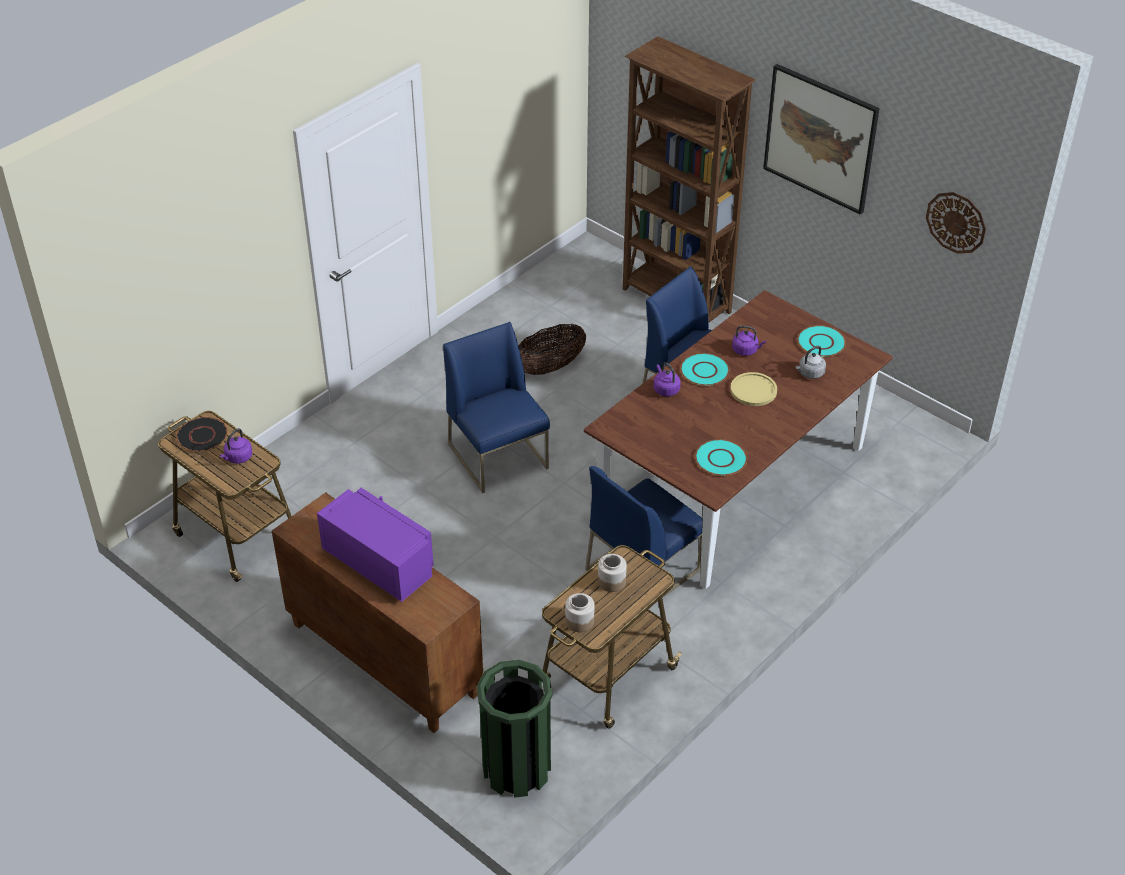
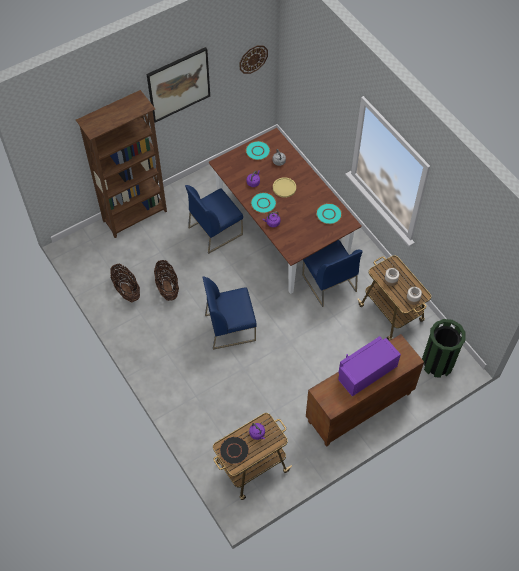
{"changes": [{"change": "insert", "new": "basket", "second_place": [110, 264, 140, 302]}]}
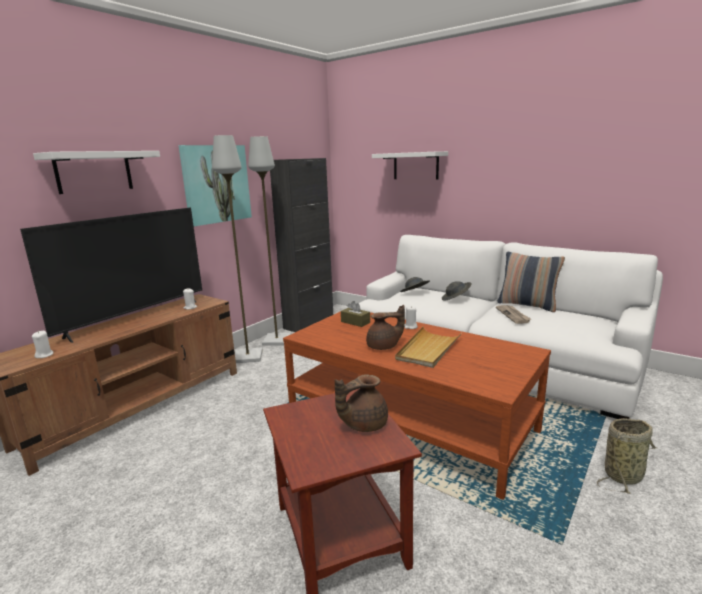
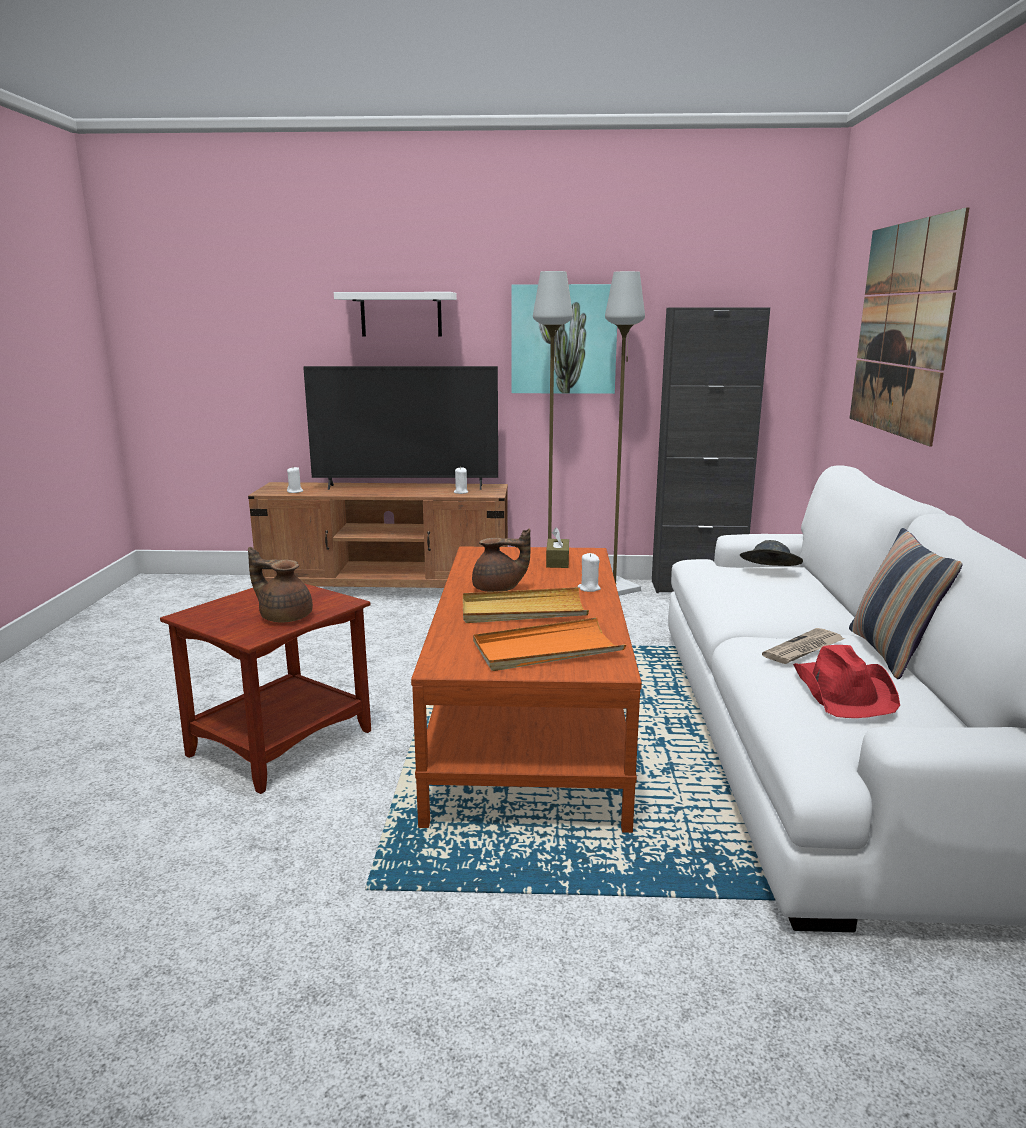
{"changes": [{"change": "replace", "old": "white shelf", "new": "picture", "first_place": [372, 151, 448, 179], "second_place": [849, 207, 970, 446]}, {"change": "delete", "old": "grey hat", "first_place": [442, 281, 472, 301]}, {"change": "rotate", "old": "brown teapot", "first_place": [366, 305, 405, 350], "second_place": [472, 529, 531, 592], "degrees": -45}, {"change": "delete", "old": "basket", "first_place": [597, 418, 657, 494]}, {"change": "insert", "new": "orange tray", "second_place": [473, 617, 626, 671]}, {"change": "insert", "new": "red hat", "second_place": [793, 645, 900, 718]}]}
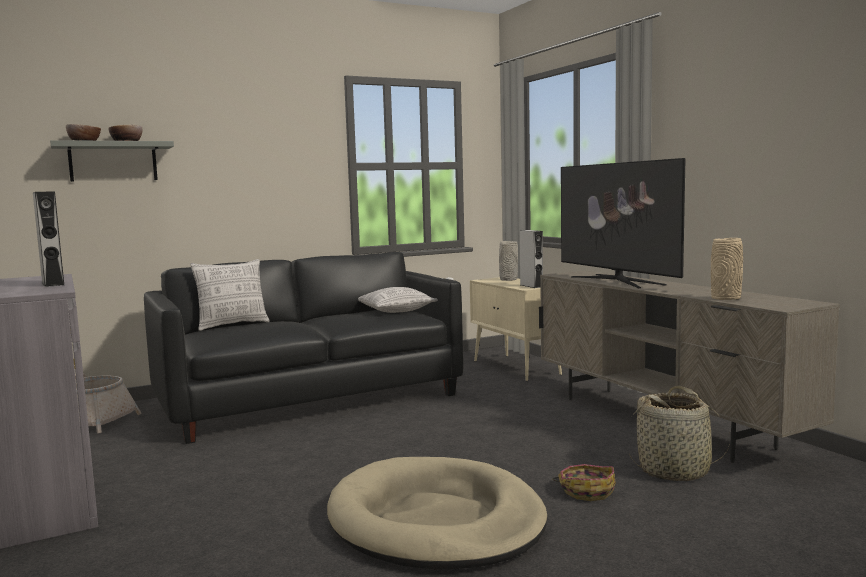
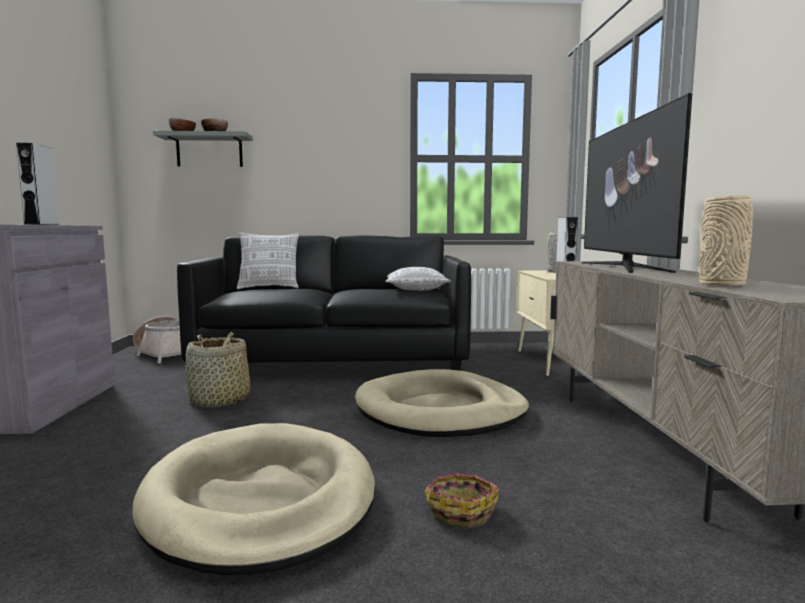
{"changes": [{"change": "move", "old": "basket", "first_place": [629, 386, 730, 481], "second_place": [185, 331, 251, 408]}, {"change": "insert", "new": "beige dog bed", "second_place": [355, 369, 529, 437]}]}
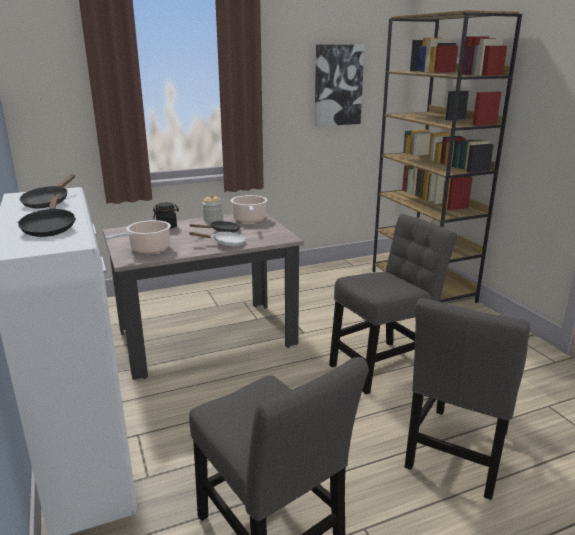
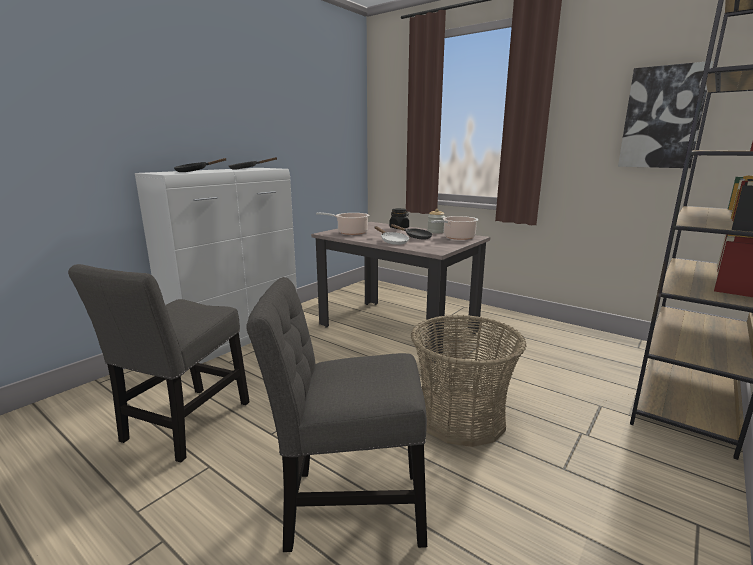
{"changes": [{"change": "replace", "old": "grey chair", "new": "basket", "first_place": [329, 214, 457, 394], "second_place": [411, 315, 527, 447]}]}
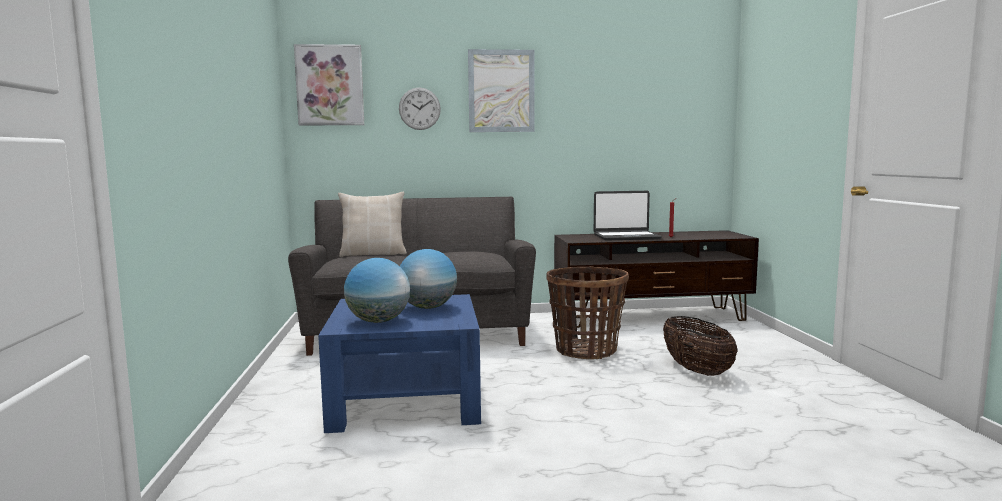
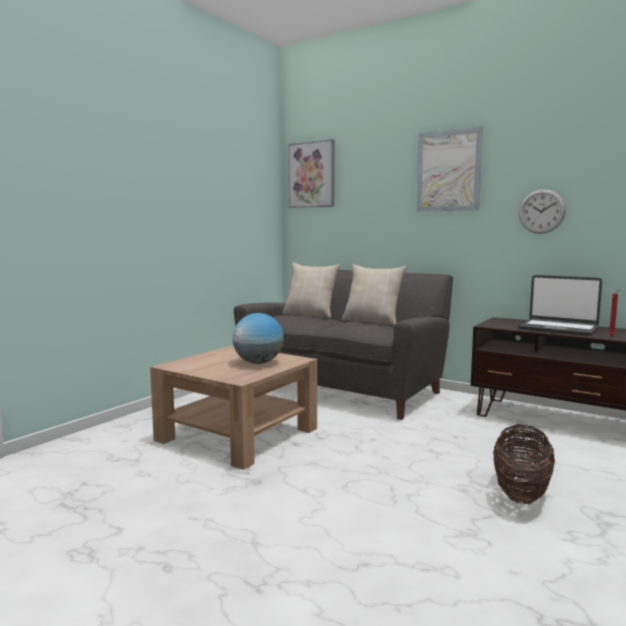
{"changes": [{"change": "move", "old": "wall clock", "first_place": [399, 88, 441, 130], "second_place": [519, 189, 566, 234]}, {"change": "delete", "old": "globe", "first_place": [344, 258, 410, 323]}, {"change": "delete", "old": "basket", "first_place": [547, 266, 629, 359]}, {"change": "recolor", "old": "blue coffee table", "new": "brown coffee table", "first_place": [318, 294, 481, 433], "second_place": [150, 346, 317, 470]}, {"change": "insert", "new": "beige pillow", "second_place": [342, 264, 407, 326]}]}
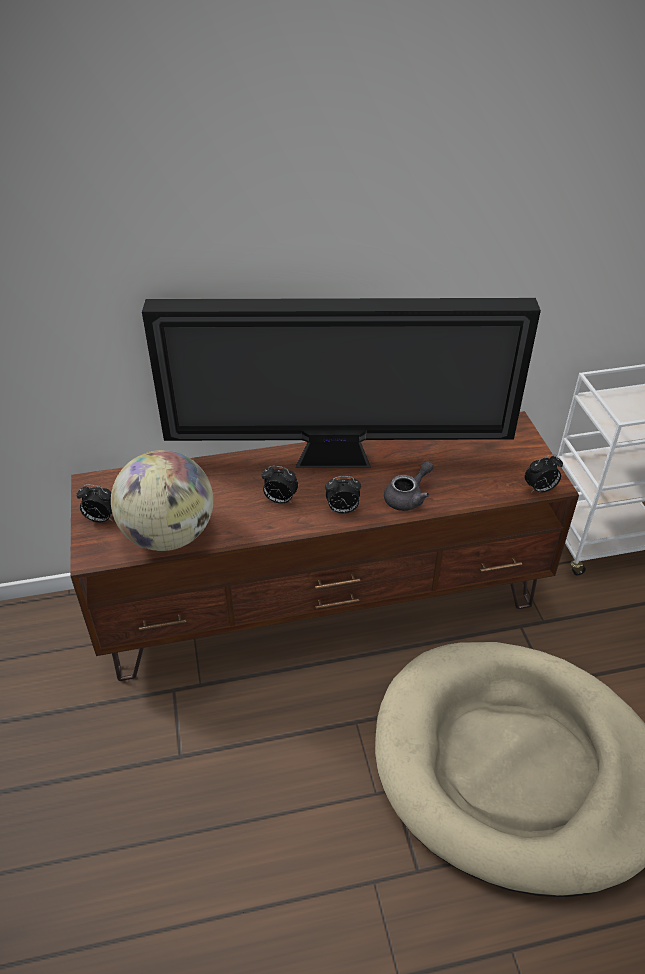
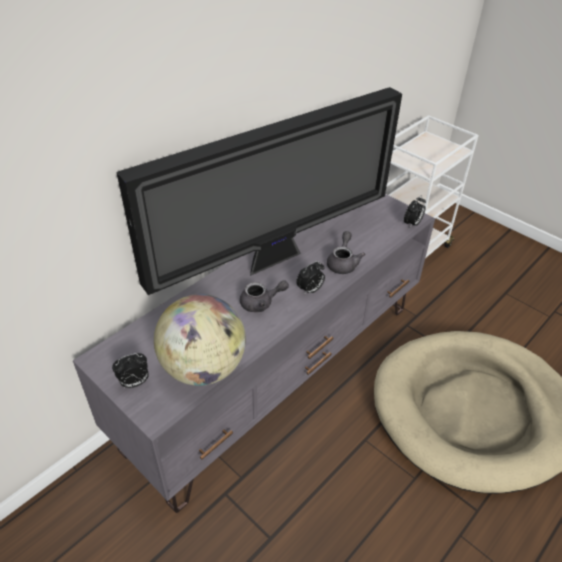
{"changes": [{"change": "recolor", "old": "brown tv stand", "new": "grey tv stand", "first_place": [70, 411, 579, 681], "second_place": [73, 194, 435, 513]}, {"change": "replace", "old": "alarm clock", "new": "grey teapot", "first_place": [261, 466, 298, 503], "second_place": [240, 280, 289, 312]}]}
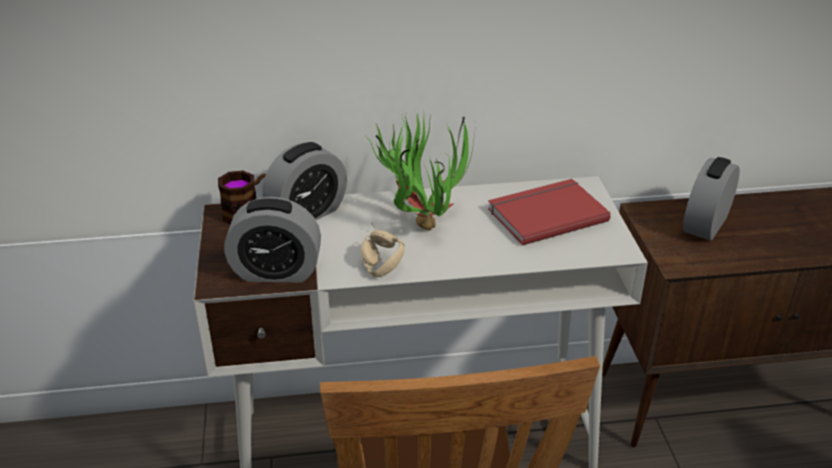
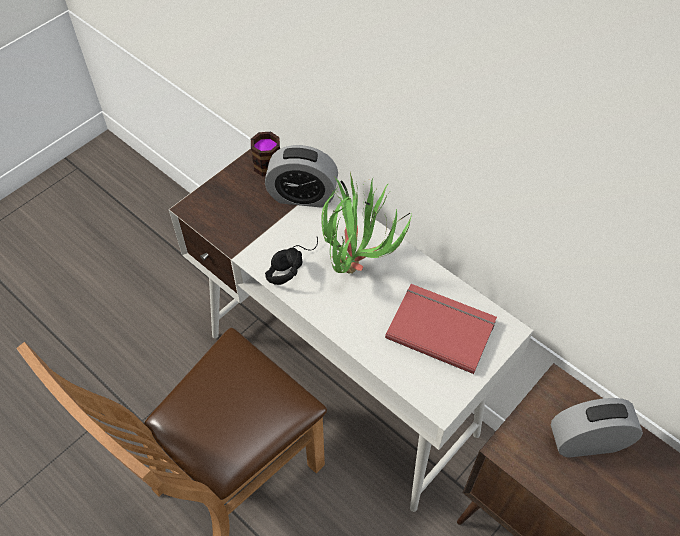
{"changes": [{"change": "delete", "old": "alarm clock", "first_place": [224, 197, 321, 283]}, {"change": "recolor", "old": "beige headphones", "new": "black headphones", "first_place": [361, 222, 405, 277], "second_place": [265, 237, 318, 285]}]}
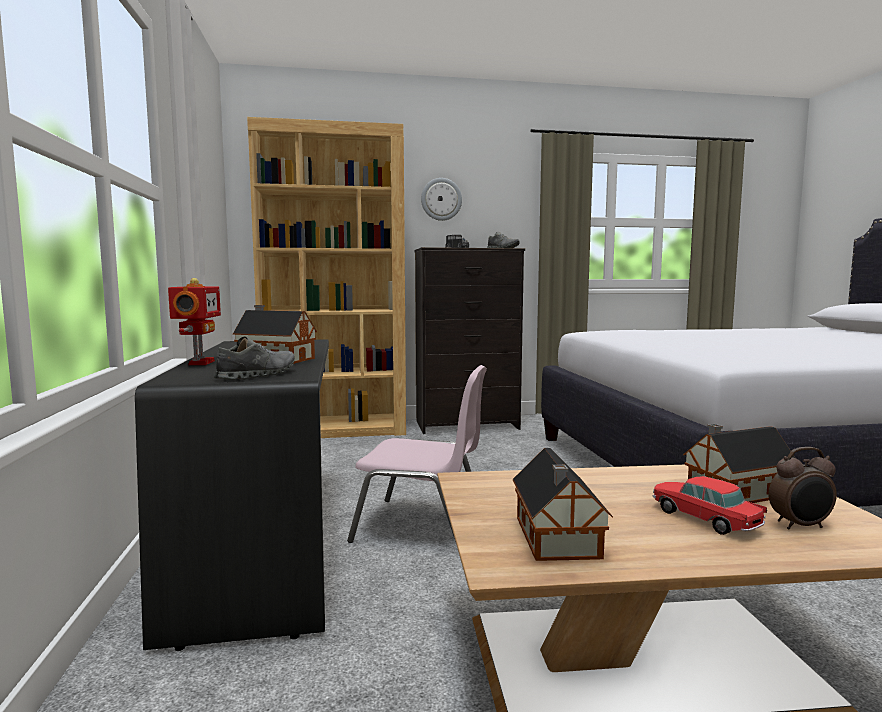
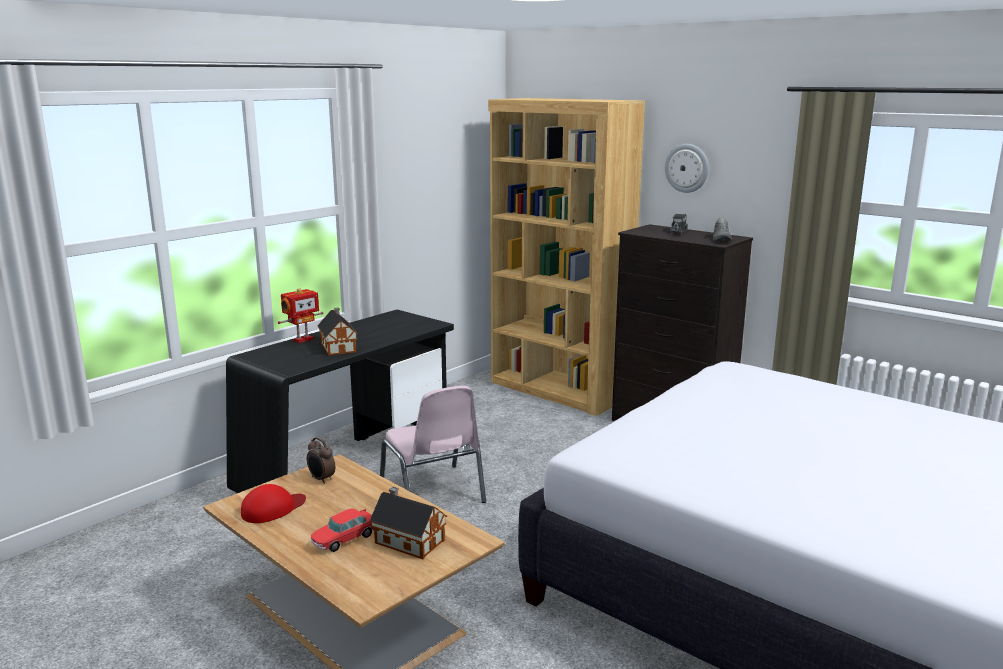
{"changes": [{"change": "delete", "old": "grey shoe", "first_place": [214, 336, 295, 380]}, {"change": "move", "old": "alarm clock", "first_place": [768, 447, 837, 530], "second_place": [307, 437, 335, 484]}, {"change": "replace", "old": "toy house", "new": "red cap", "first_place": [513, 448, 613, 561], "second_place": [241, 484, 306, 523]}, {"change": "rotate", "old": "toy car", "first_place": [653, 476, 767, 535], "second_place": [311, 508, 374, 552], "degrees": -150}]}
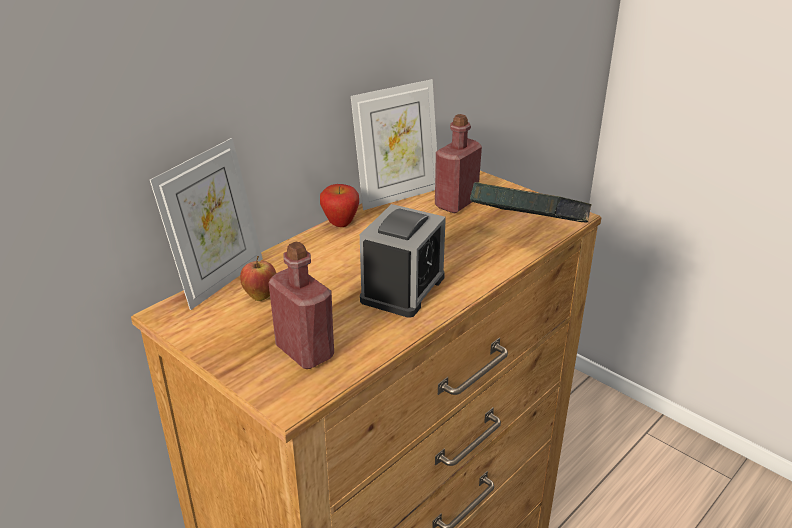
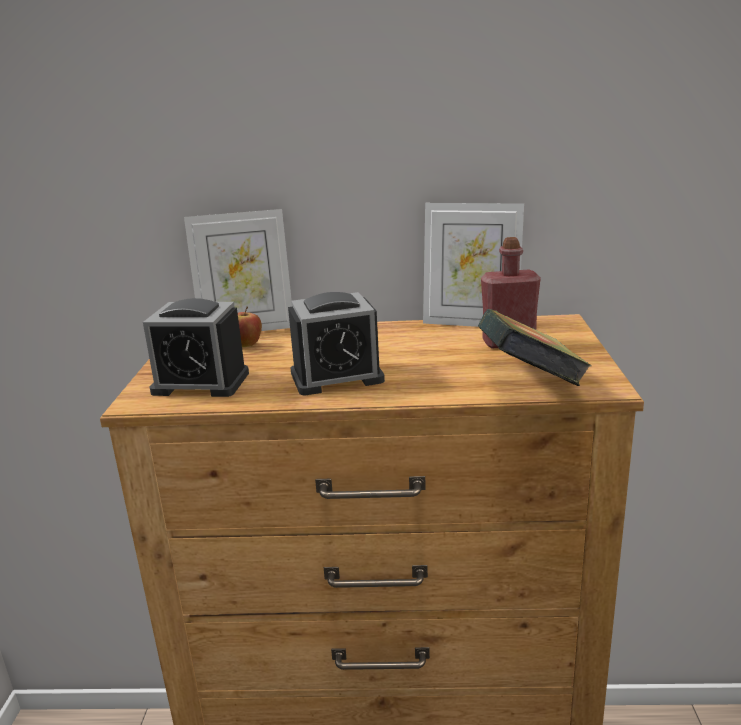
{"changes": [{"change": "delete", "old": "apple", "first_place": [320, 184, 359, 227]}, {"change": "replace", "old": "red bottle", "new": "alarm clock", "first_place": [268, 242, 334, 369], "second_place": [143, 298, 249, 397]}]}
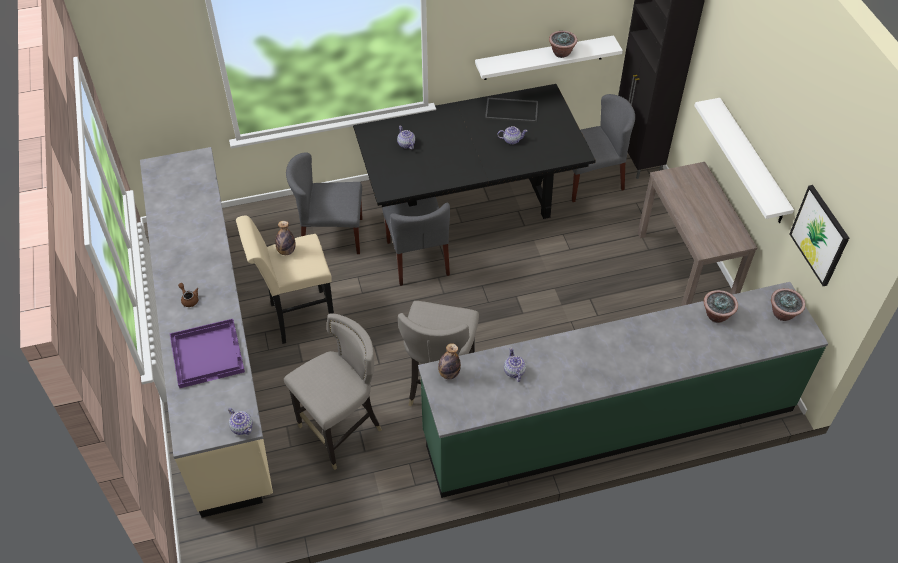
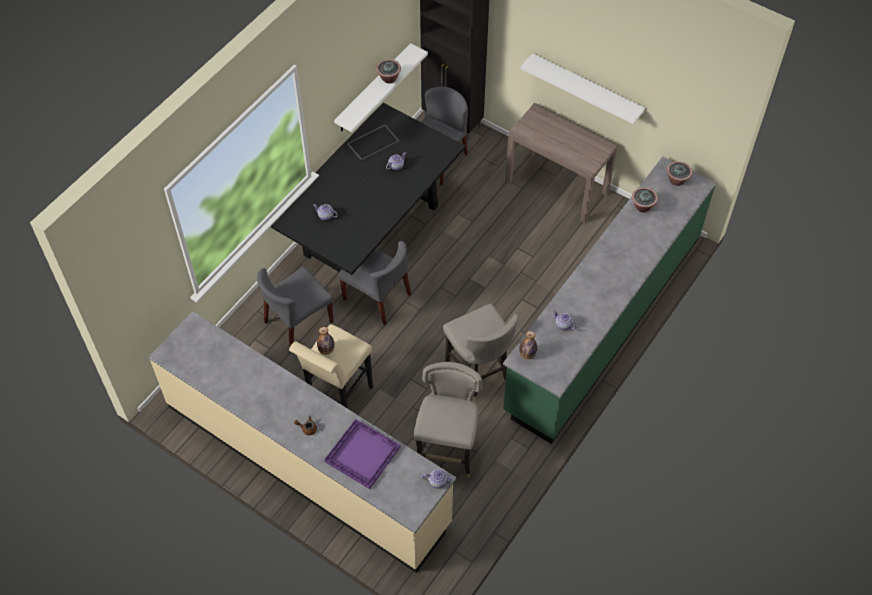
{"changes": [{"change": "delete", "old": "picture", "first_place": [790, 185, 849, 286]}]}
